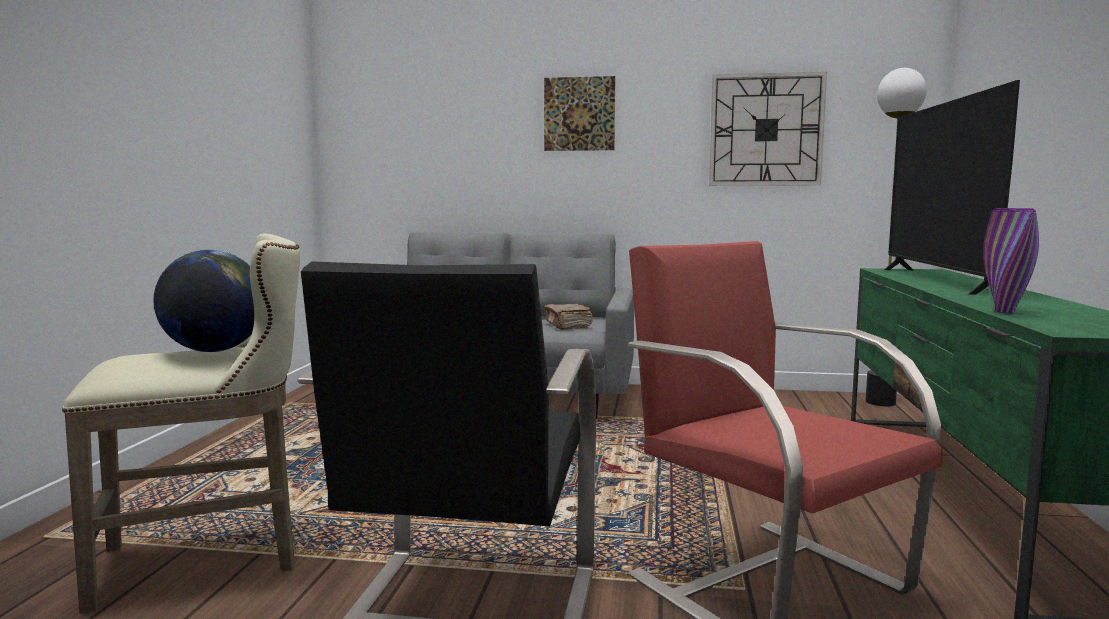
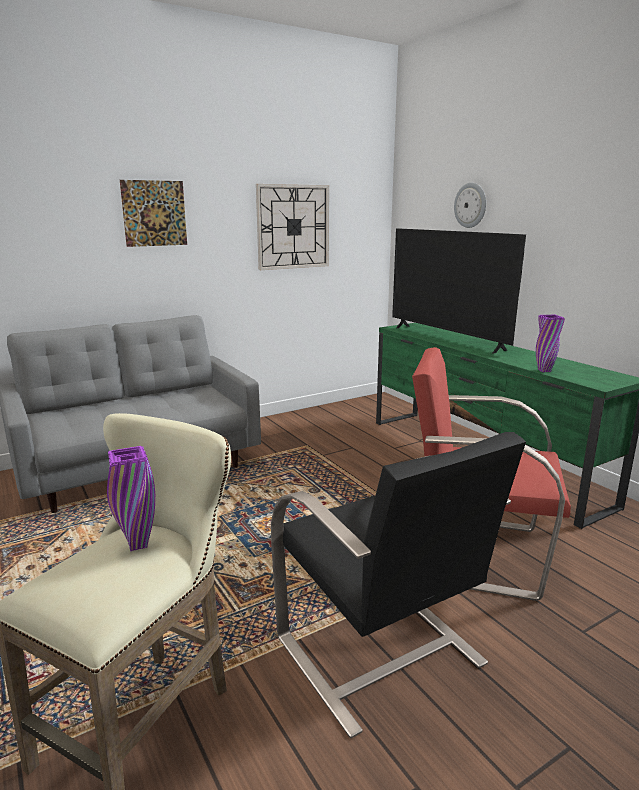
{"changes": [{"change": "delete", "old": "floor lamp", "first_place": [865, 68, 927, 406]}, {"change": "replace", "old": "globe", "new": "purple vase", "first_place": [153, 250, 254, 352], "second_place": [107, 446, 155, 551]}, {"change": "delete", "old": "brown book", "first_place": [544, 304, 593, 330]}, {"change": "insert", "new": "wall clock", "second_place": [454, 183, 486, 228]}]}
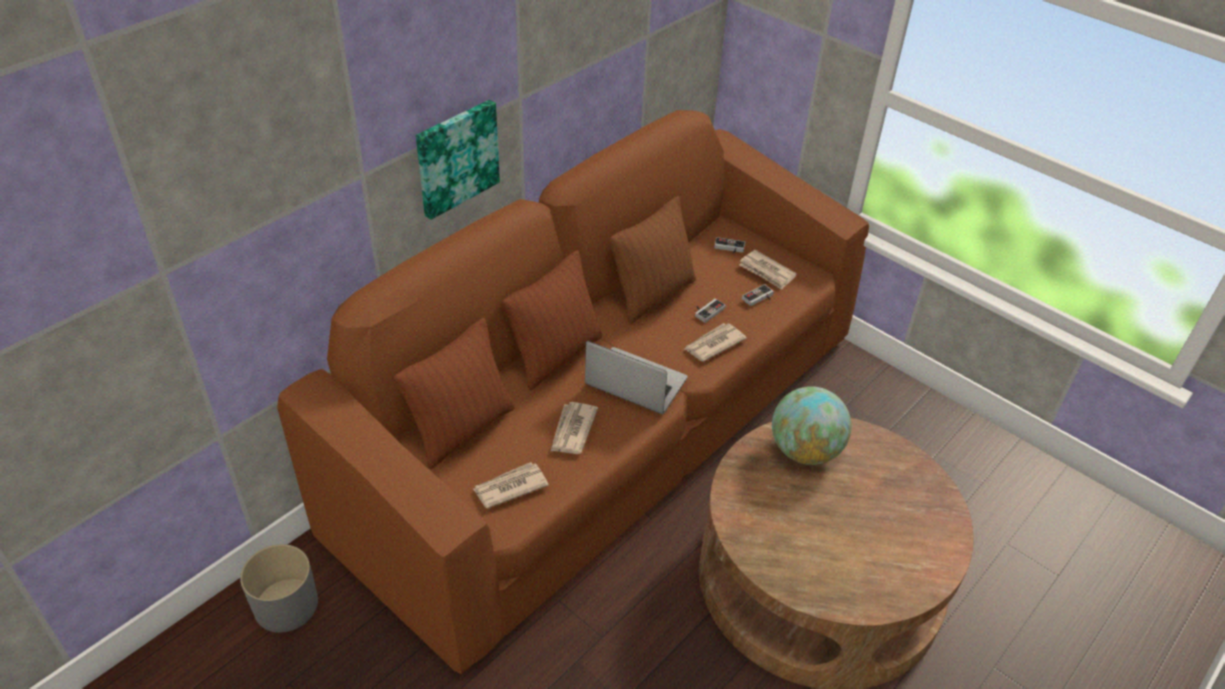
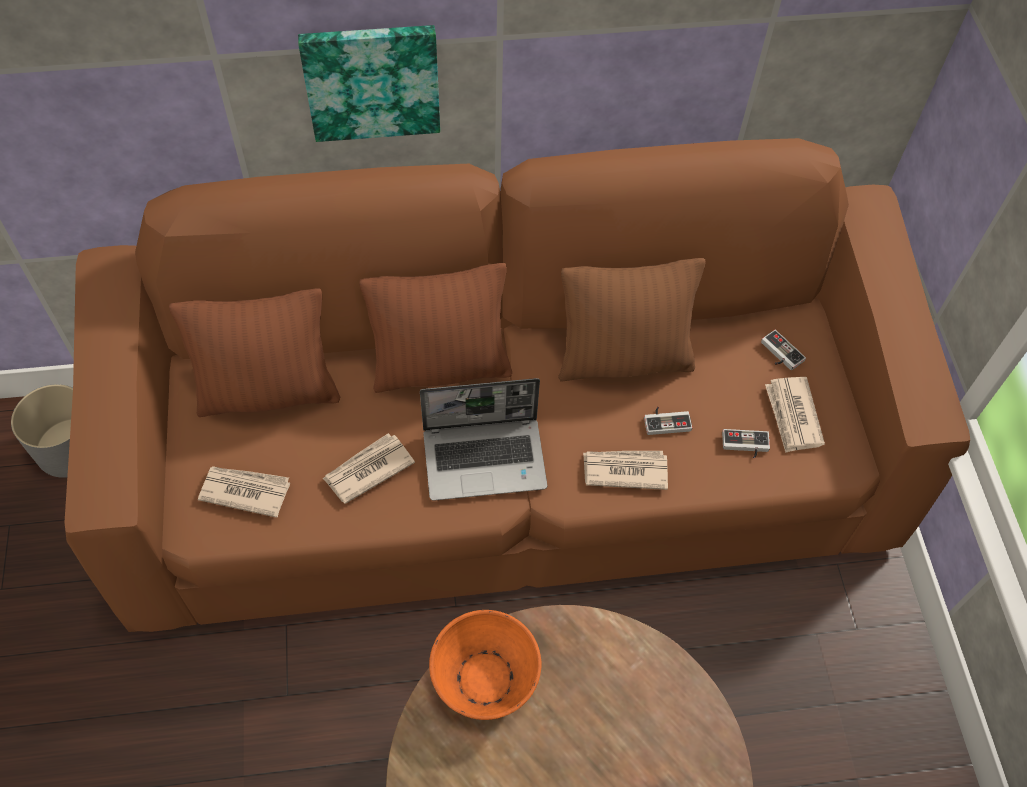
{"changes": [{"change": "rotate", "old": "laptop", "first_place": [585, 341, 687, 414], "second_place": [420, 378, 547, 501], "degrees": 105}, {"change": "delete", "old": "globe", "first_place": [772, 386, 851, 465]}, {"change": "insert", "new": "orange bowl", "second_place": [429, 610, 541, 720]}]}
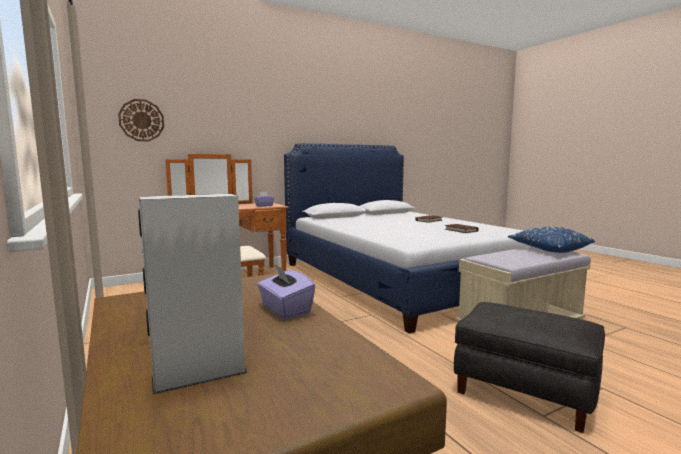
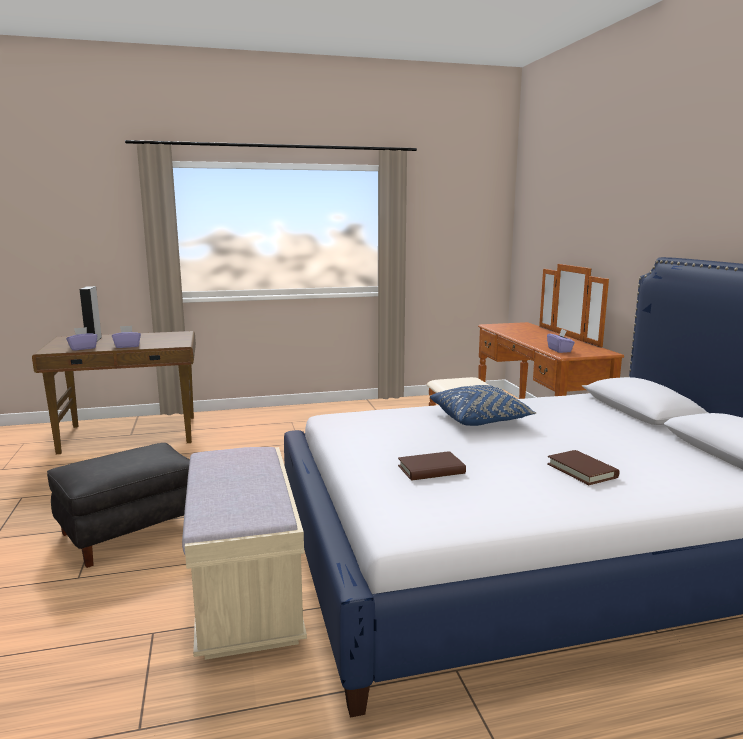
{"changes": [{"change": "delete", "old": "wall clock", "first_place": [118, 99, 164, 141]}, {"change": "move", "old": "blue pillow", "first_place": [508, 227, 595, 253], "second_place": [430, 385, 537, 426]}, {"change": "insert", "new": "purple tissue box", "second_place": [66, 327, 97, 351]}]}
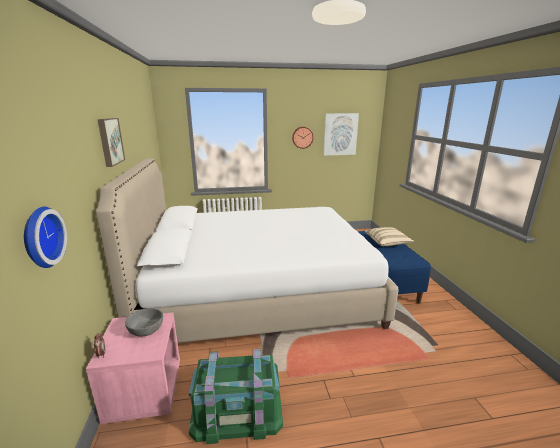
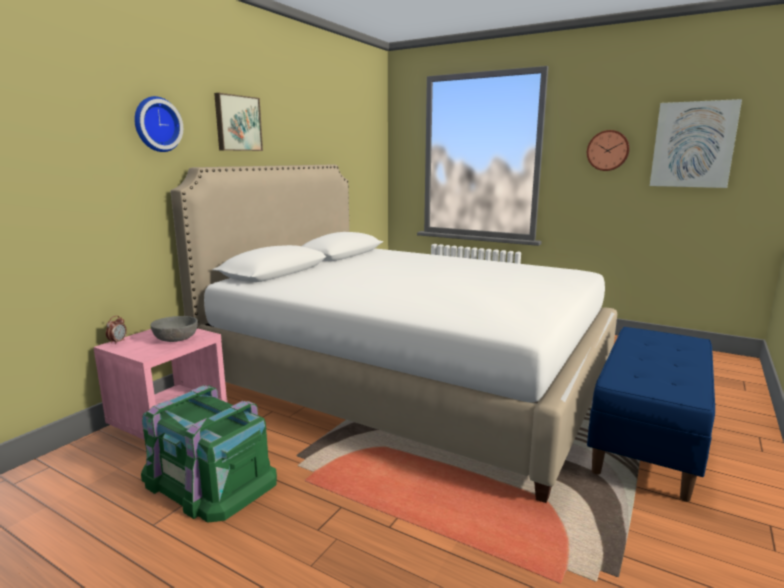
{"changes": [{"change": "move", "old": "wall clock", "first_place": [24, 206, 67, 268], "second_place": [134, 96, 183, 152]}, {"change": "delete", "old": "beige pillow", "first_place": [365, 227, 414, 247]}]}
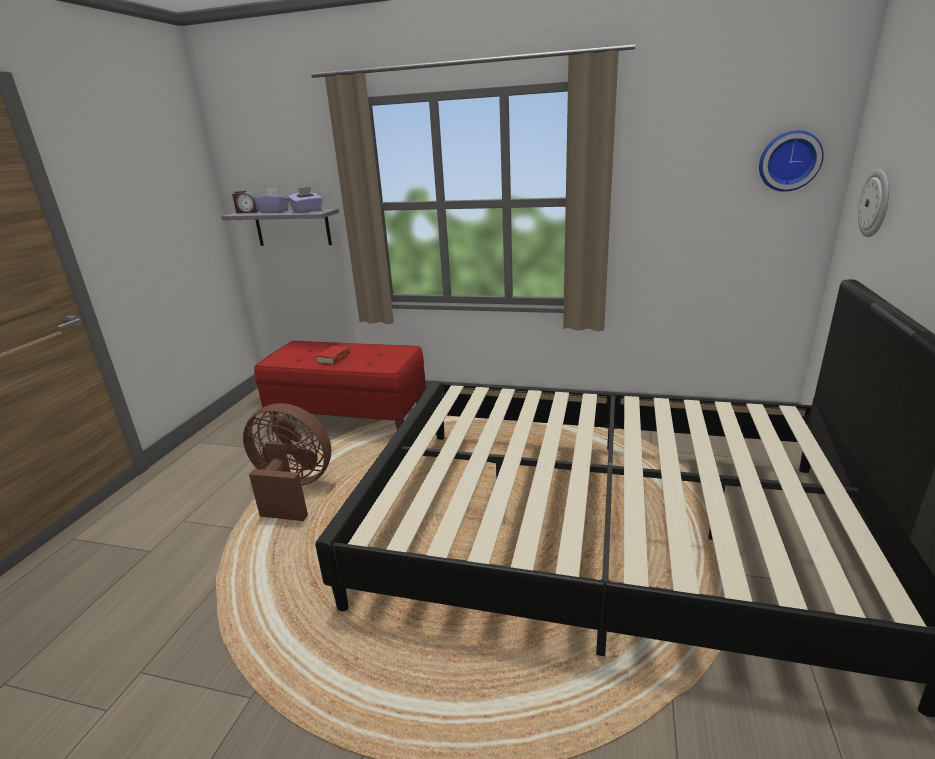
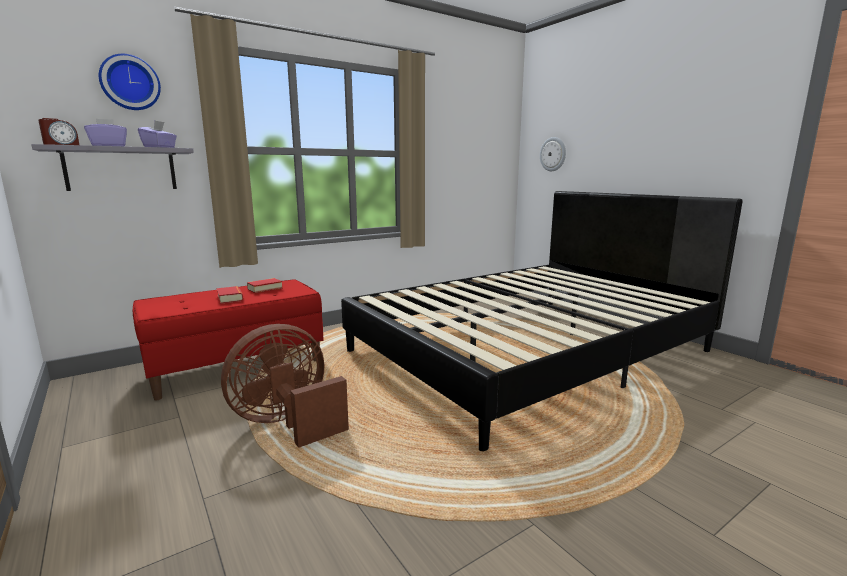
{"changes": [{"change": "move", "old": "wall clock", "first_place": [759, 130, 824, 192], "second_place": [99, 54, 161, 110]}, {"change": "insert", "new": "book", "second_place": [247, 278, 283, 293]}]}
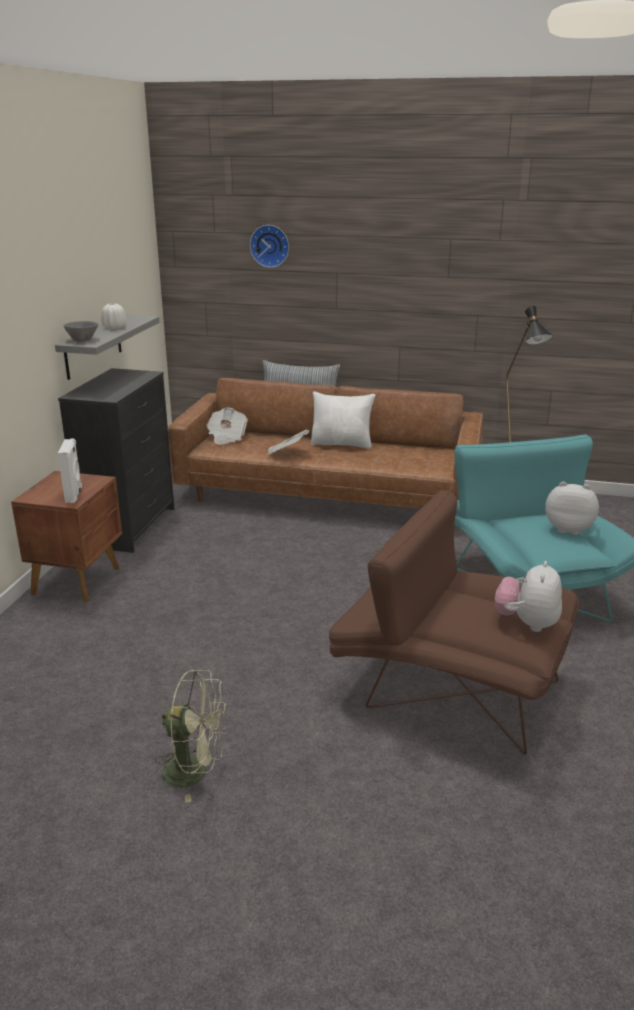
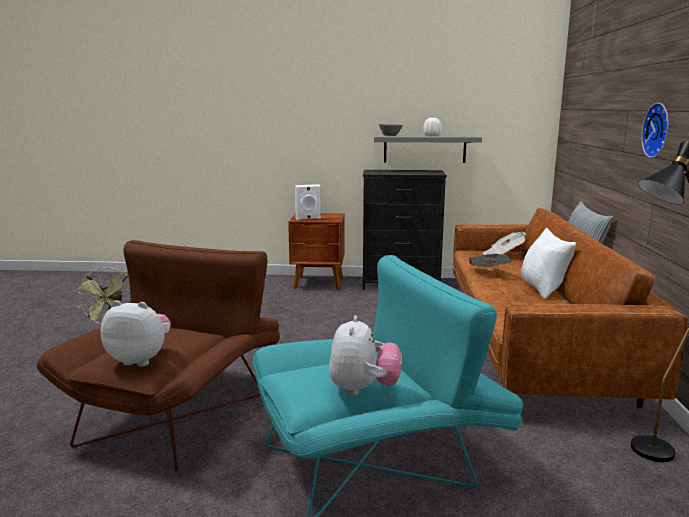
{"changes": [{"change": "move", "old": "wall clock", "first_place": [250, 225, 289, 268], "second_place": [641, 103, 669, 158]}]}
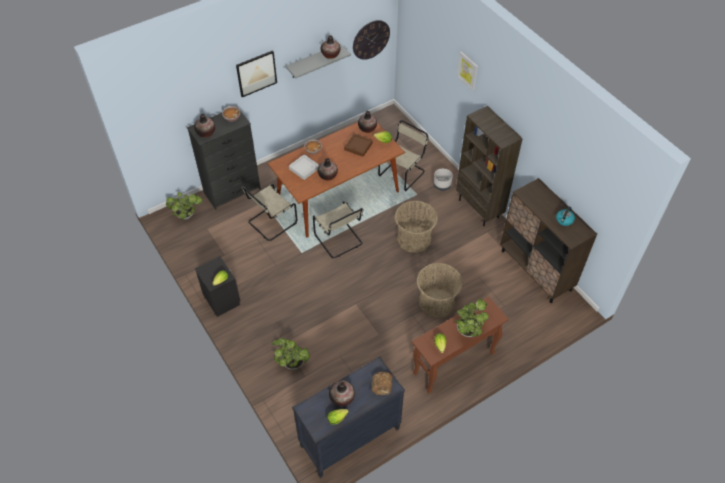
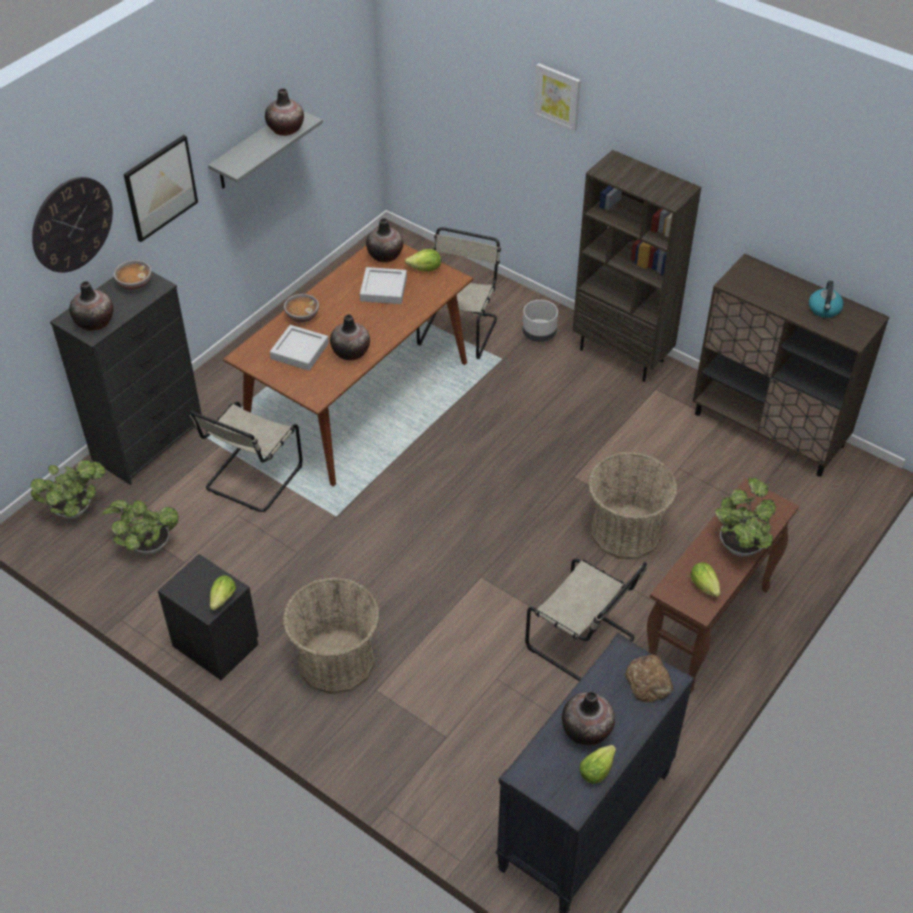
{"changes": [{"change": "move", "old": "wall clock", "first_place": [353, 20, 390, 60], "second_place": [32, 177, 113, 273]}, {"change": "recolor", "old": "brown tray", "new": "grey tray", "first_place": [344, 133, 373, 157], "second_place": [360, 267, 407, 304]}, {"change": "move", "old": "beige chair", "first_place": [313, 201, 363, 258], "second_place": [525, 559, 647, 681]}, {"change": "move", "old": "basket", "first_place": [395, 201, 438, 253], "second_place": [283, 577, 380, 694]}, {"change": "move", "old": "potted plant", "first_place": [272, 338, 310, 370], "second_place": [102, 500, 179, 554]}]}
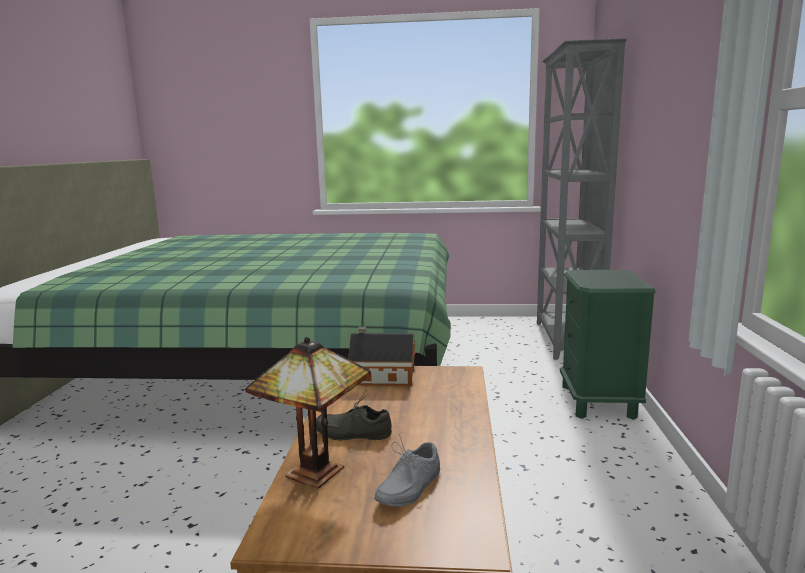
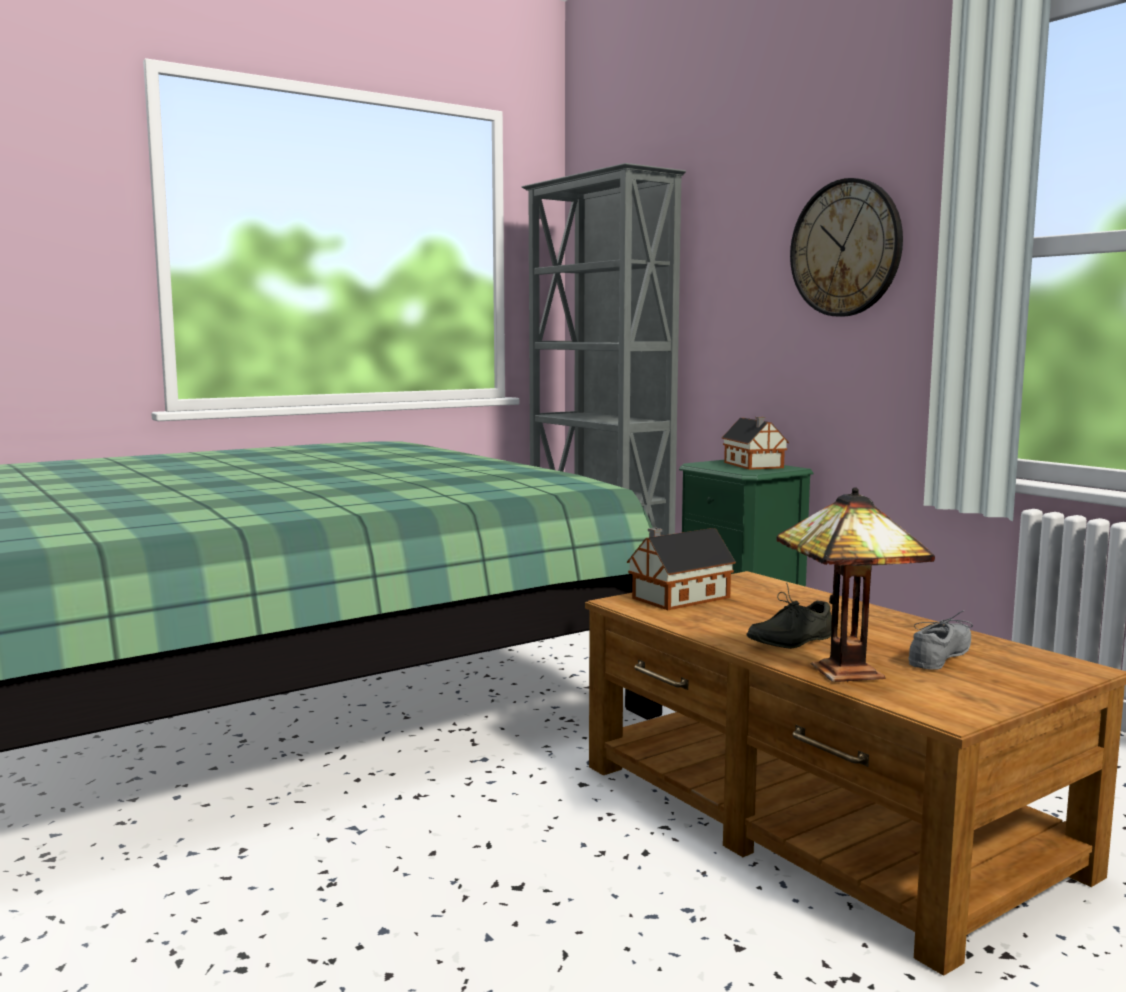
{"changes": [{"change": "rotate", "old": "grey shoe", "first_place": [374, 434, 440, 506], "second_place": [908, 610, 973, 670], "degrees": -135}, {"change": "insert", "new": "wall clock", "second_place": [790, 178, 903, 317]}, {"change": "insert", "new": "toy house", "second_place": [722, 417, 789, 470]}]}
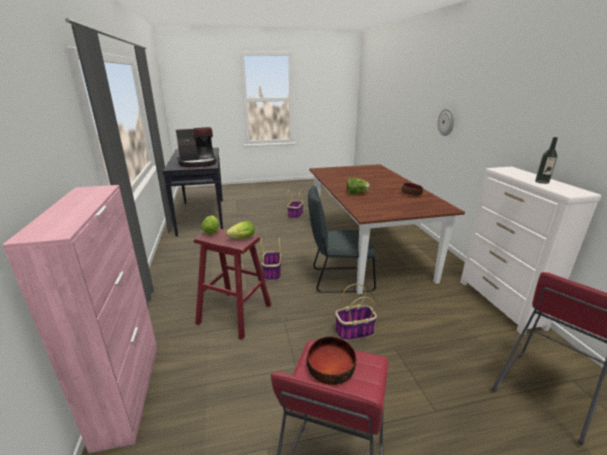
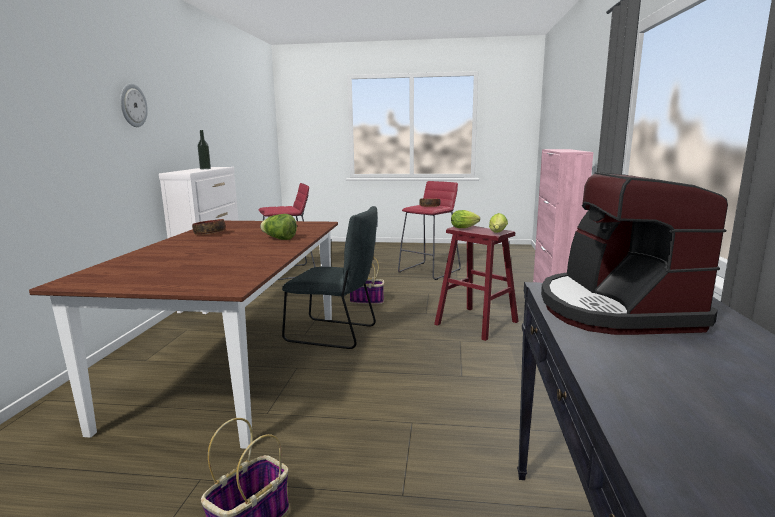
{"changes": [{"change": "move", "old": "wall clock", "first_place": [438, 108, 454, 136], "second_place": [120, 83, 148, 127]}, {"change": "rotate", "old": "coffee machine", "first_place": [176, 127, 217, 167], "second_place": [541, 172, 728, 335], "degrees": -90}, {"change": "delete", "old": "basket", "first_place": [261, 238, 281, 280]}]}
